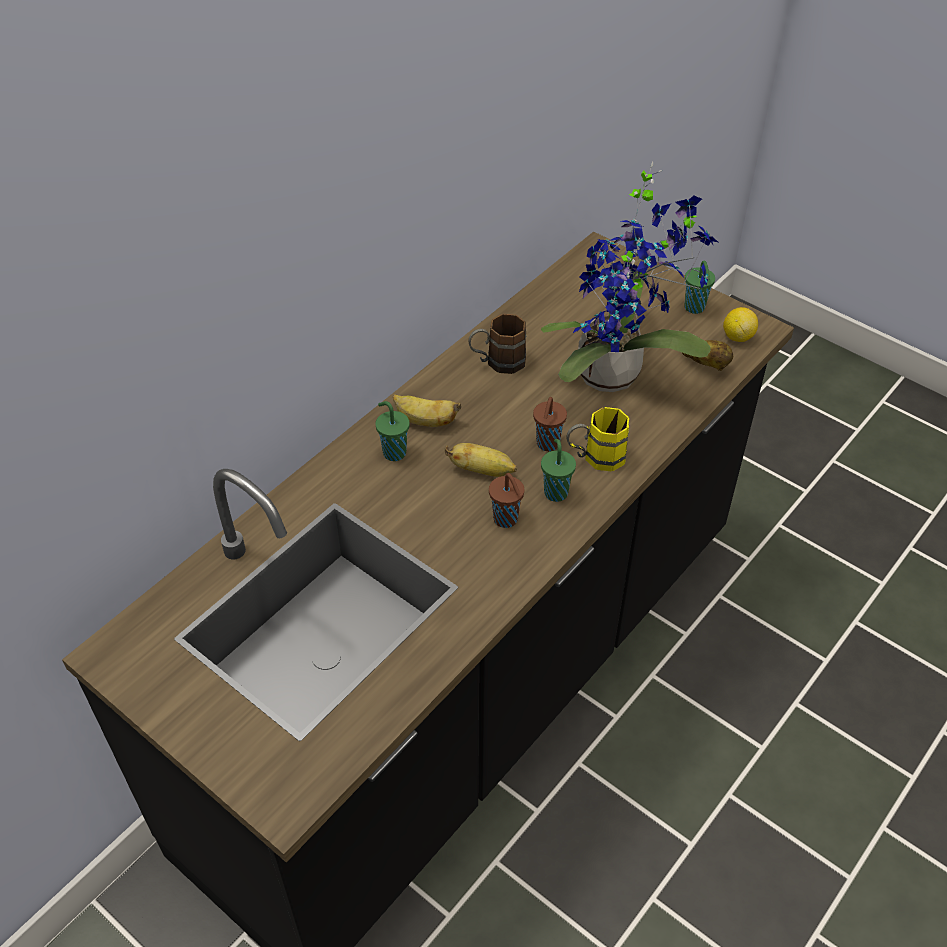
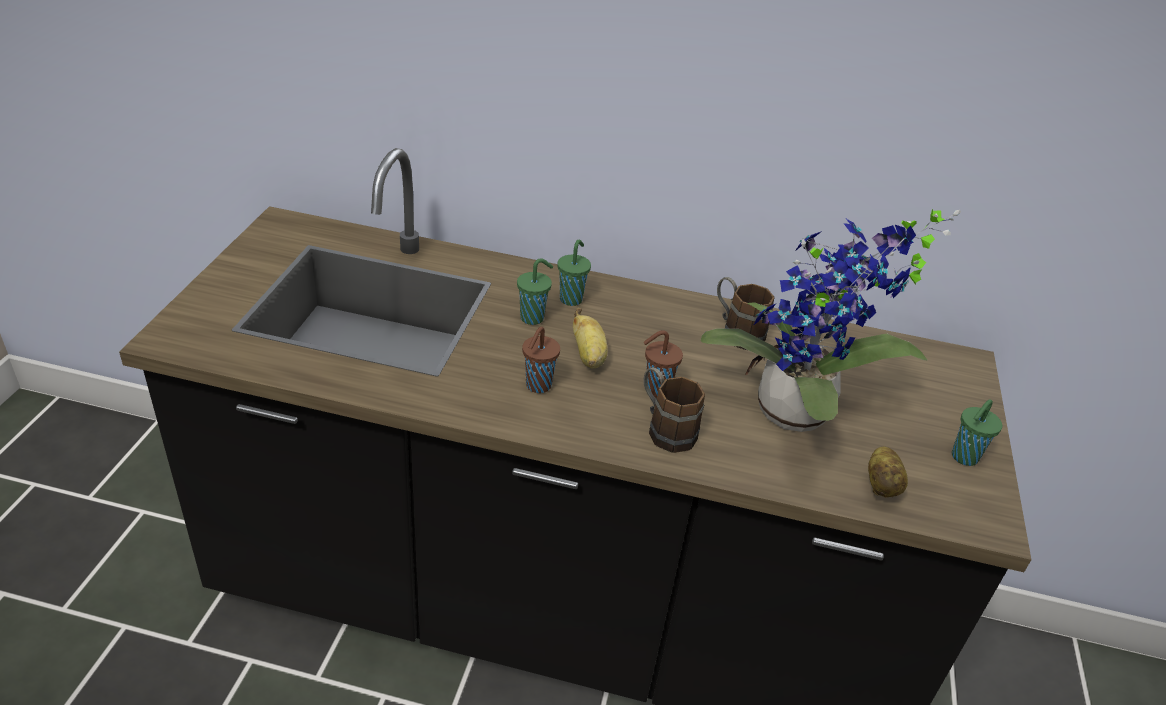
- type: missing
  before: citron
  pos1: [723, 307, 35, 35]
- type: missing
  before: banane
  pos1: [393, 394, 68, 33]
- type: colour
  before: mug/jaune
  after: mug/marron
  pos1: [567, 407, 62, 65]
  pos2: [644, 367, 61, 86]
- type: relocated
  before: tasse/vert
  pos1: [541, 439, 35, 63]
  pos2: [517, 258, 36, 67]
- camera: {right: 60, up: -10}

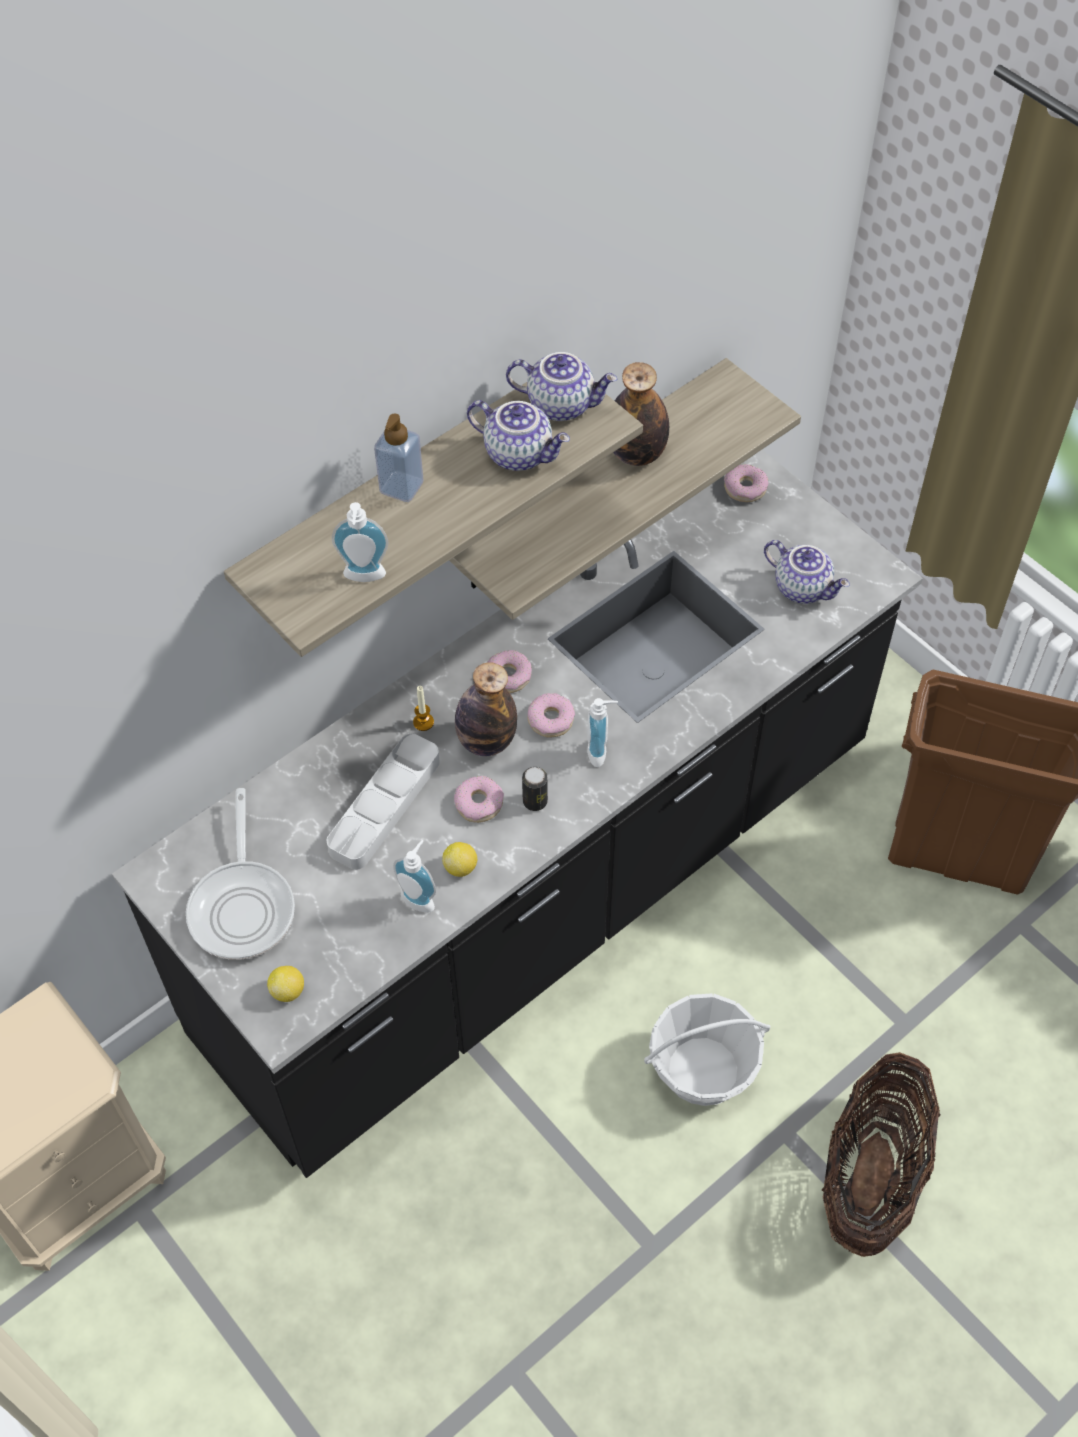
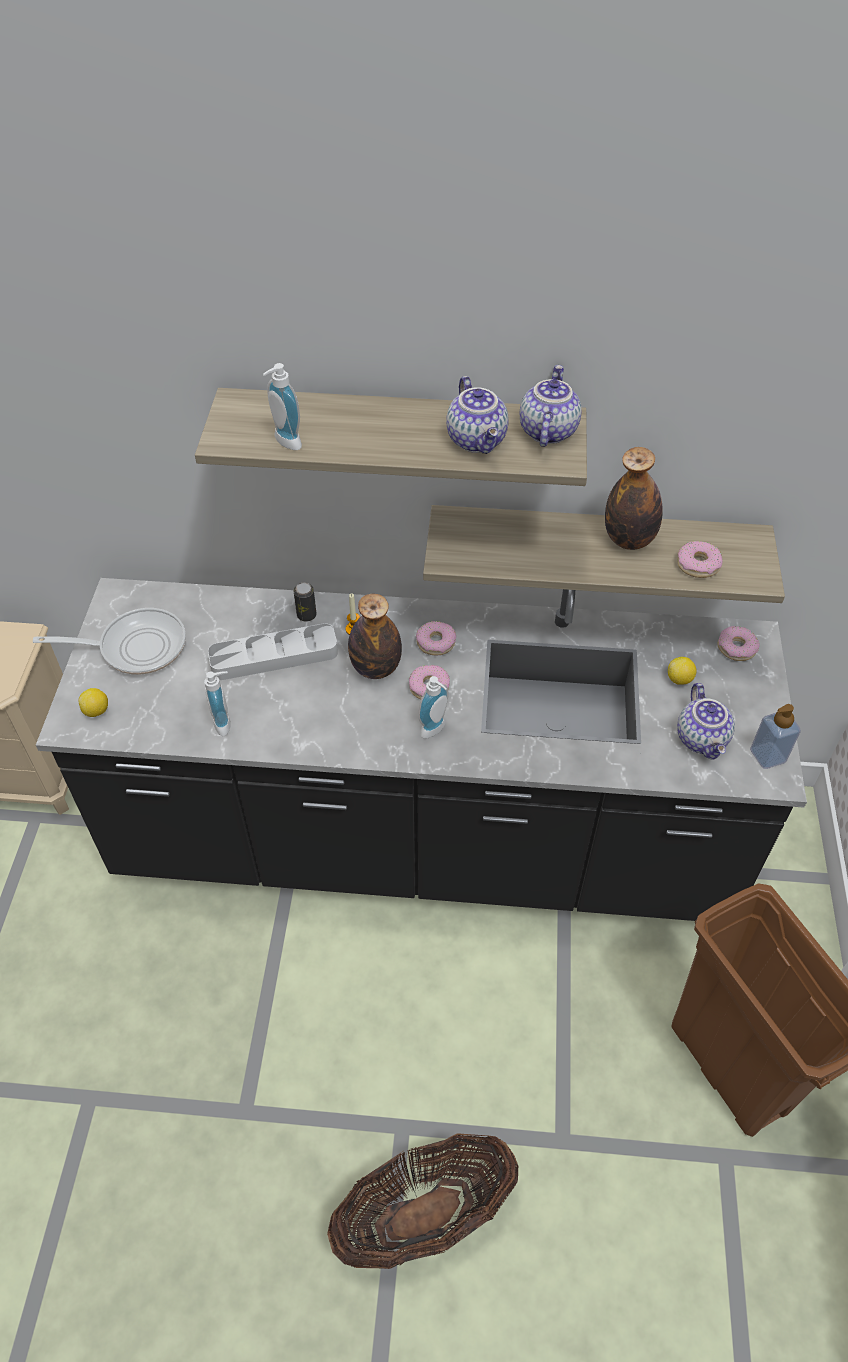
- type: spun
  before: théière
  pos1: [506, 352, 111, 69]
  pos2: [520, 365, 62, 82]
  turn: -135
- type: relocated
  before: distributeur de savon
  pos1: [374, 413, 49, 89]
  pos2: [750, 704, 51, 65]
- type: relocated
  before: boîte métallique
  pos1: [522, 767, 26, 44]
  pos2: [294, 583, 23, 39]
- type: relocated
  before: beignet
  pos1: [454, 776, 50, 47]
  pos2: [678, 541, 45, 37]
- type: spun
  before: poêle
  pos1: [186, 788, 109, 172]
  pos2: [33, 608, 153, 67]
  turn: -135
- type: relocated
  before: citron
  pos1: [442, 842, 35, 35]
  pos2: [668, 657, 28, 28]
- type: missing
  before: panier
  pos1: [644, 993, 127, 113]
- camera: {right: 45, up: -5}

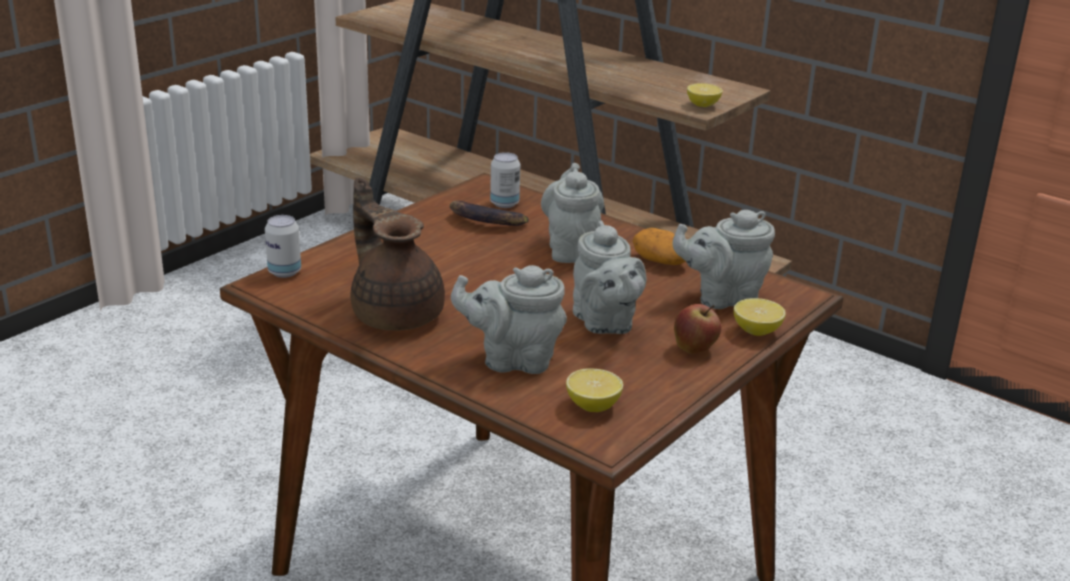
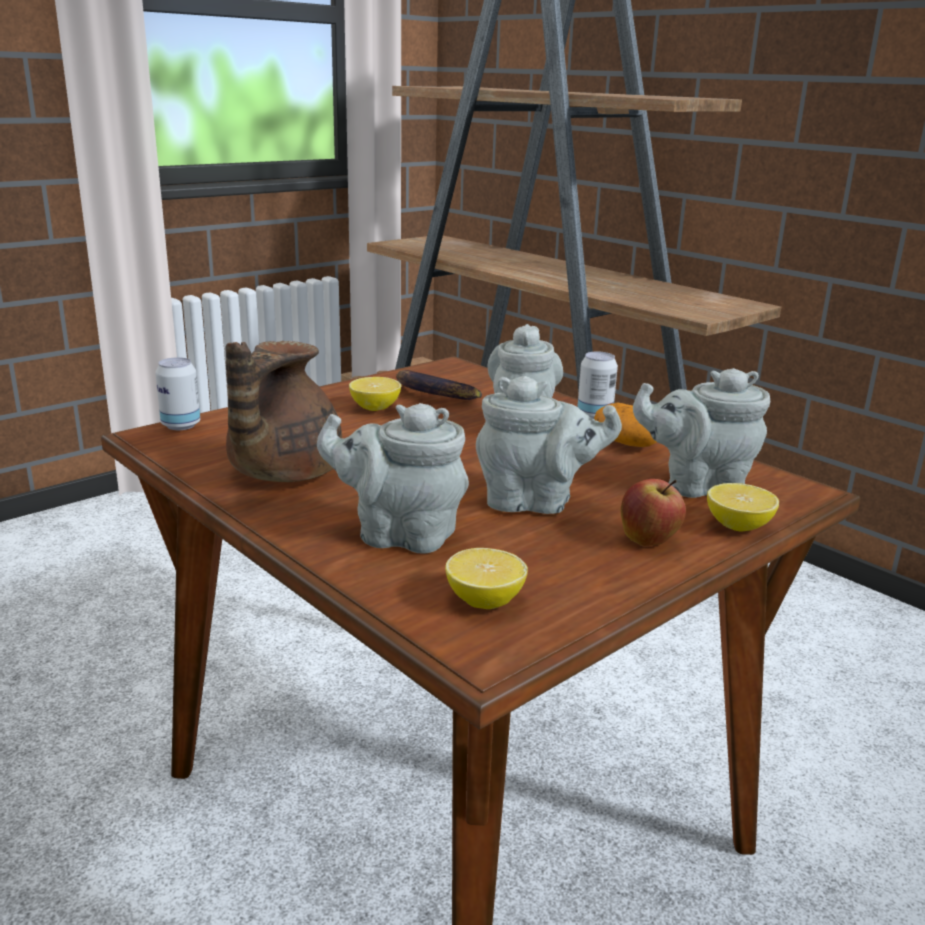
- type: relocated
  before: citron
  pos1: [687, 83, 36, 24]
  pos2: [349, 377, 52, 34]
- type: relocated
  before: boîte métallique
  pos1: [490, 152, 30, 56]
  pos2: [577, 352, 41, 68]
- type: spun
  before: théière/marron
  pos1: [350, 177, 95, 153]
  pos2: [225, 341, 117, 141]
  turn: -135
- type: spun
  before: théière/gris
  pos1: [573, 221, 73, 113]
  pos2: [476, 376, 146, 138]
  turn: -75
- camera: {right: 10, up: -5}

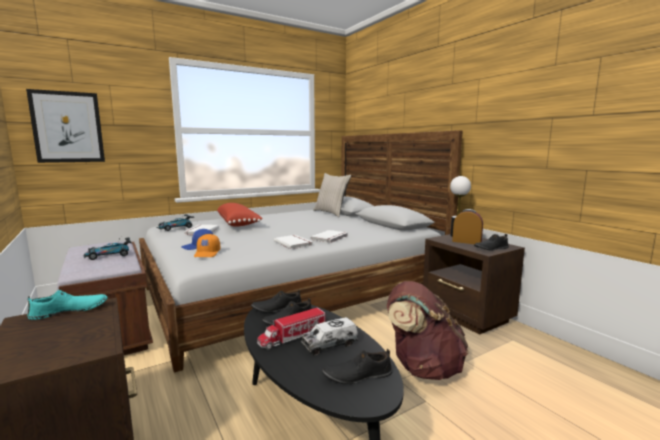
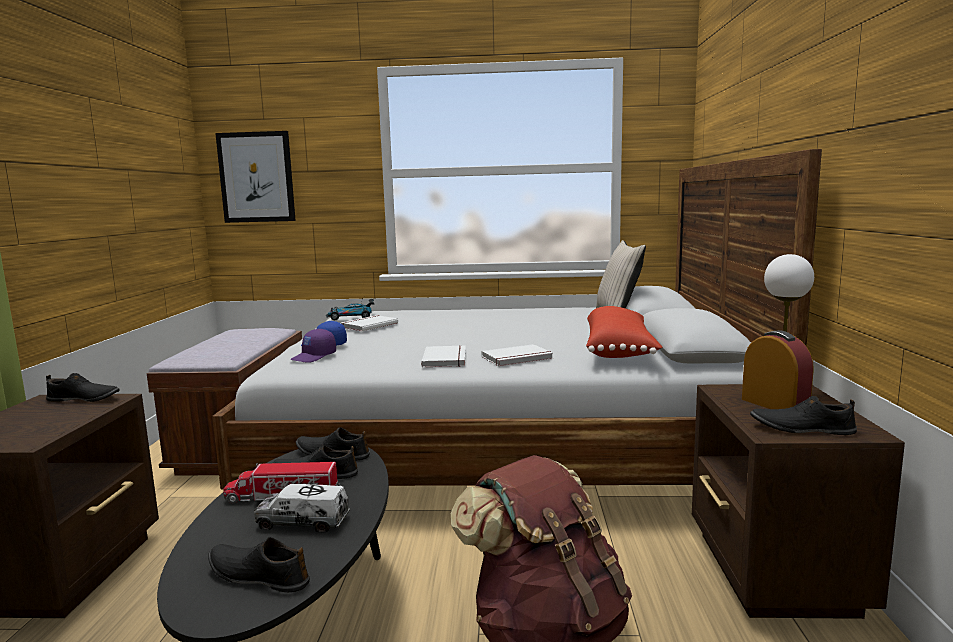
- type: relocated
  before: coussin/rouge
  pos1: [217, 203, 46, 24]
  pos2: [586, 306, 76, 52]
- type: colour
  before: casquette/orange
  after: casquette/violet
  pos1: [194, 234, 26, 23]
  pos2: [290, 329, 46, 34]
- type: missing
  before: petite voiture
  pos1: [83, 236, 49, 24]
- type: colour
  before: chaussure/turquoise
  after: chaussure/noir
  pos1: [27, 290, 80, 30]
  pos2: [46, 373, 74, 29]
- camera: {right: 35, up: 0}

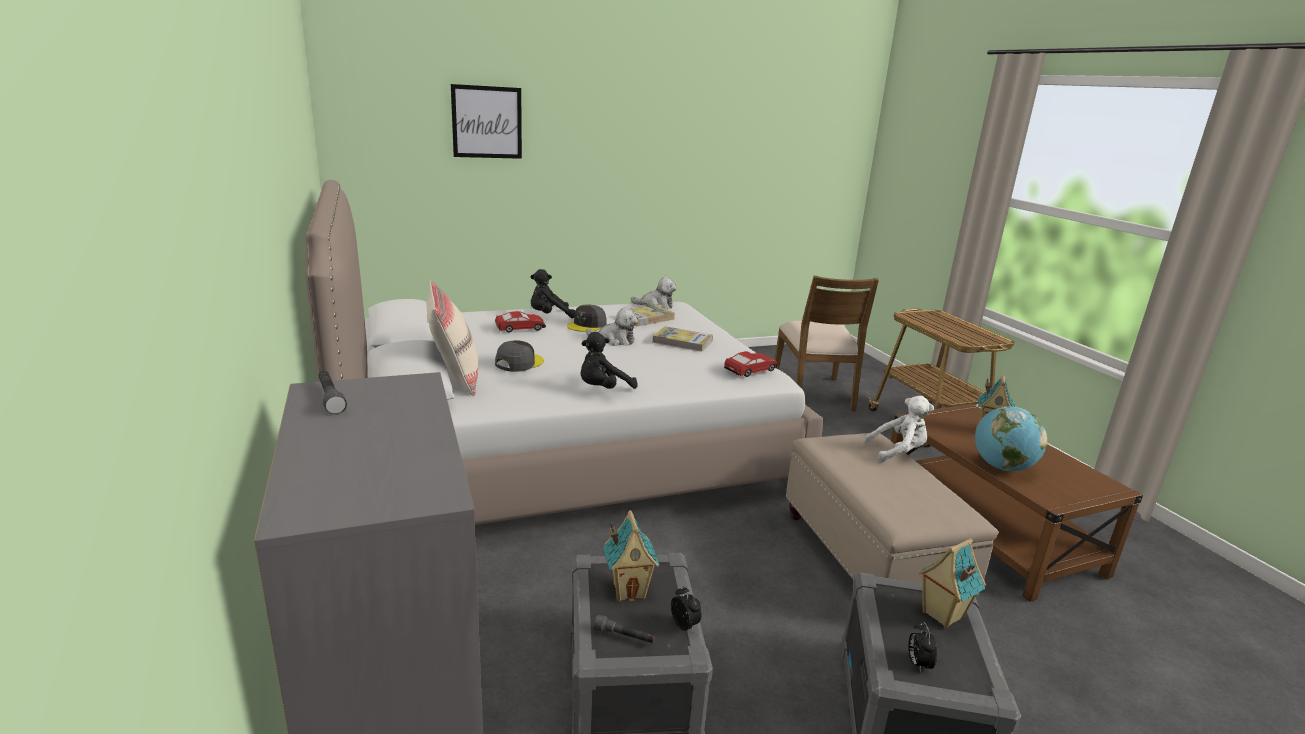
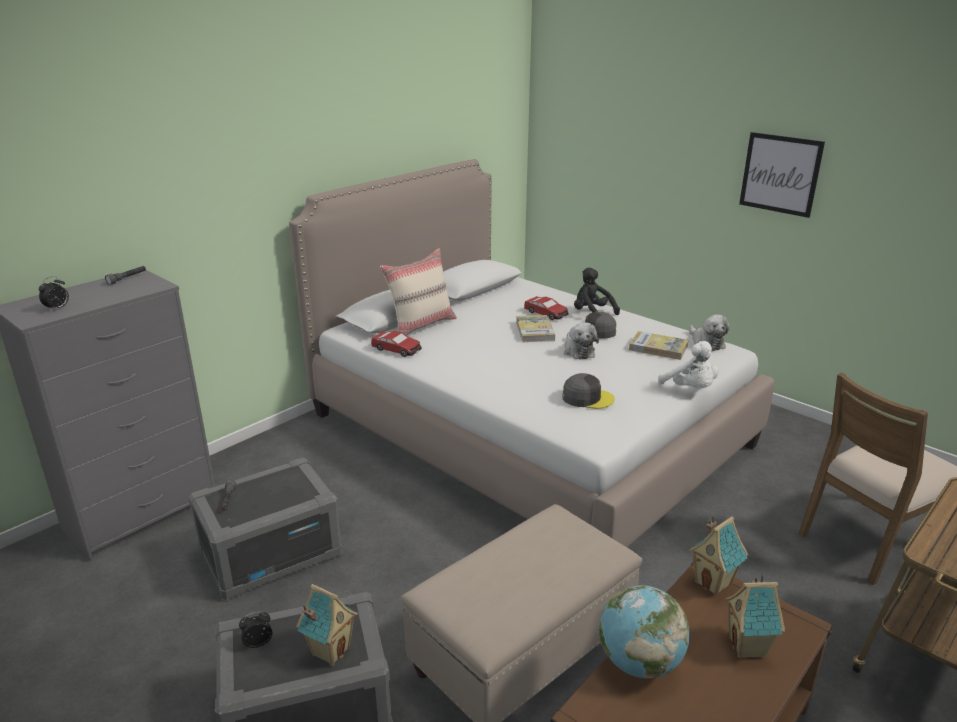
- type: relocated
  before: tableau
  pos1: [451, 84, 71, 75]
  pos2: [739, 132, 86, 86]
- type: relocated
  before: livre
  pos1: [652, 326, 61, 26]
  pos2: [516, 315, 39, 27]
- type: missing
  before: peluche/noir
  pos1: [581, 332, 57, 57]
- type: relocated
  before: casquette/gris
  pos1: [495, 340, 49, 32]
  pos2: [563, 373, 52, 36]
- type: relocated
  before: petite voiture
  pos1: [724, 351, 54, 26]
  pos2: [371, 331, 51, 26]
- type: relocated
  before: peluche/blanc
  pos1: [864, 396, 70, 67]
  pos2: [658, 341, 61, 47]
- type: relocated
  before: maison miniature
  pos1: [603, 510, 57, 92]
  pos2: [689, 516, 59, 79]
- type: relocated
  before: réveil
  pos1: [671, 585, 30, 47]
  pos2: [39, 276, 30, 36]
- camera: {right: 65, up: 5}

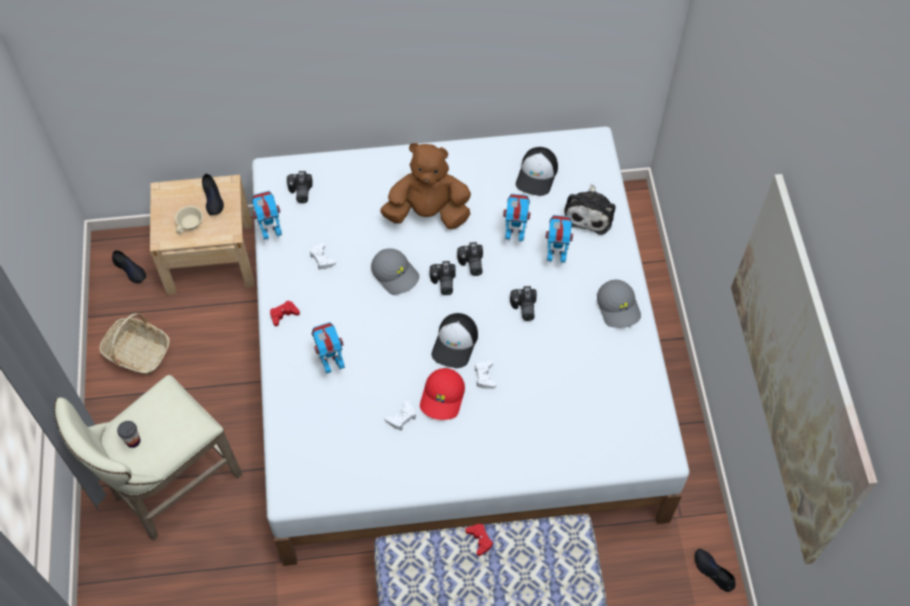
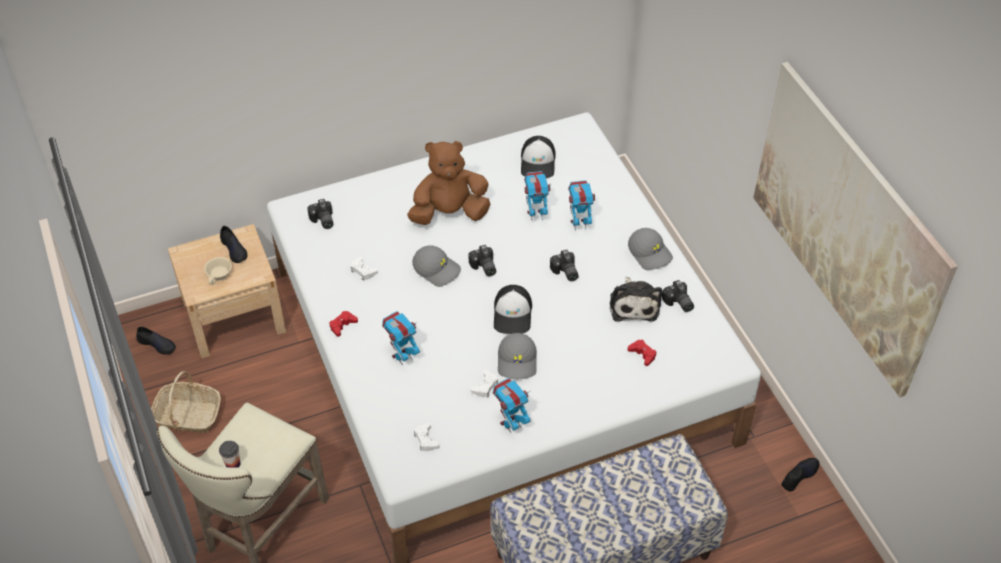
- type: relocated
  before: peluche
  pos1: [564, 184, 52, 51]
  pos2: [610, 277, 52, 45]
- type: relocated
  before: robot jouet
  pos1: [252, 191, 30, 50]
  pos2: [493, 378, 38, 55]
- type: relocated
  before: appareil photo
  pos1: [457, 242, 26, 34]
  pos2: [662, 280, 32, 32]
- type: relocated
  before: manette/blanc
  pos1: [475, 360, 21, 28]
  pos2: [414, 423, 26, 28]
- type: colour
  before: casquette/rouge
  after: casquette/gris
  pos1: [420, 368, 45, 52]
  pos2: [498, 333, 39, 46]
- type: relocated
  before: manette/rouge
  pos1: [465, 524, 28, 32]
  pos2: [628, 340, 28, 26]
- type: spun
  before: chaussure/noir
  pos1: [694, 549, 42, 43]
  pos2: [781, 458, 39, 33]
  turn: 105
- camera: {right: -15, up: -10}

